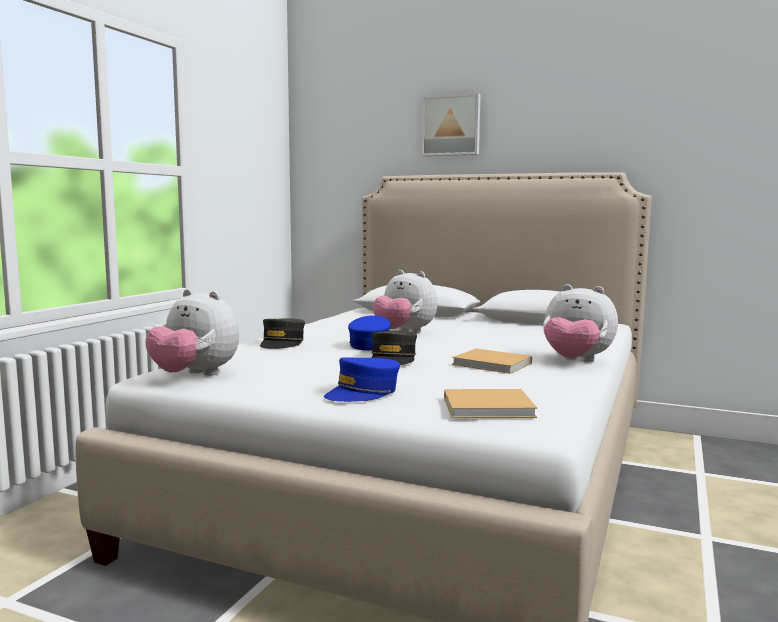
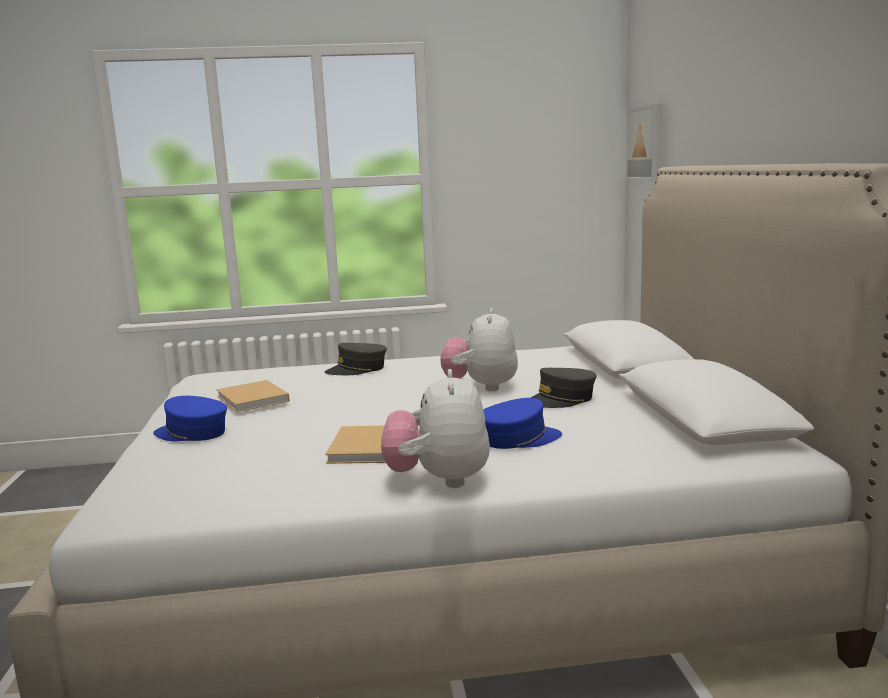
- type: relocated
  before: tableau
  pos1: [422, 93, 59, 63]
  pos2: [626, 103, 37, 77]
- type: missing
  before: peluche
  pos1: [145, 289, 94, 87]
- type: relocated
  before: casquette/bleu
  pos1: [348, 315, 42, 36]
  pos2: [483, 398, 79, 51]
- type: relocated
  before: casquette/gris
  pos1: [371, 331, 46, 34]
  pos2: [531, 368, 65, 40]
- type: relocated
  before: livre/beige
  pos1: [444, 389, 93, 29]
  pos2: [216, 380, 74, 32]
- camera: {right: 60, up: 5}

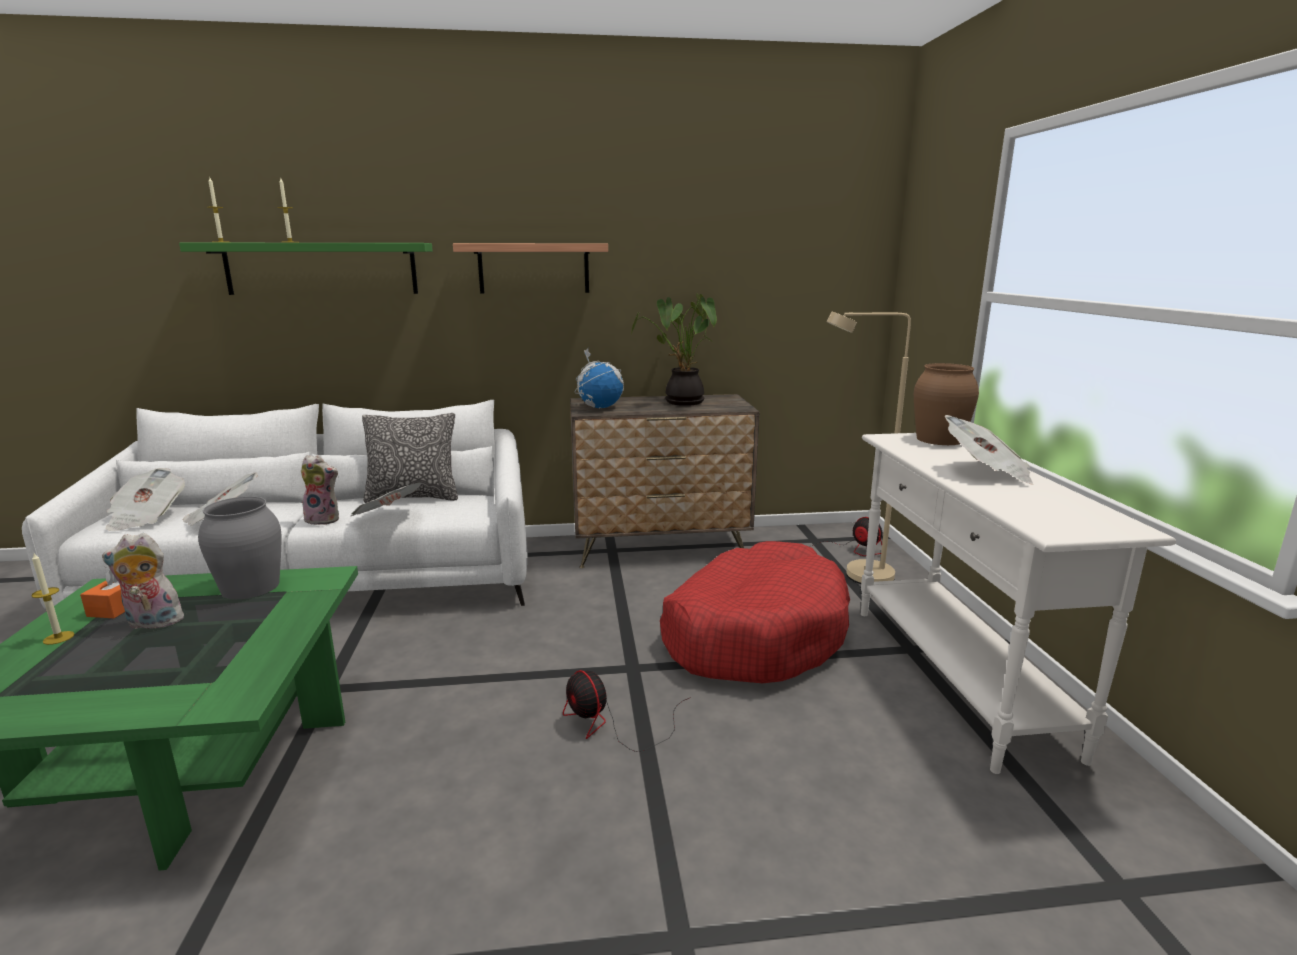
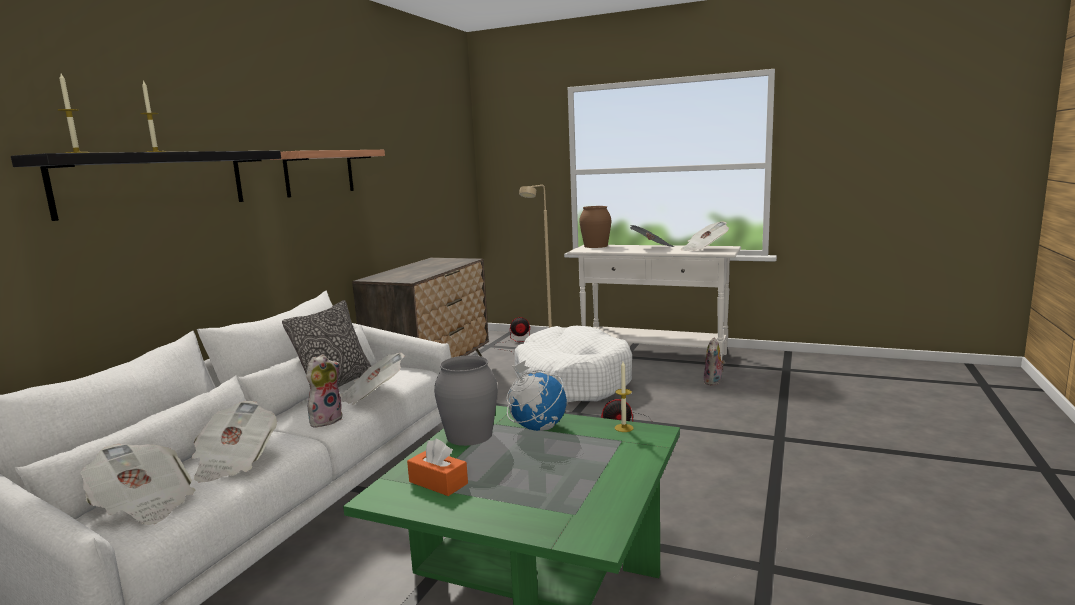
- type: colour
  before: étagère/vert
  after: étagère/noir
  pos1: [179, 243, 254, 52]
  pos2: [11, 151, 270, 70]
- type: missing
  before: plante en pot
  pos1: [631, 293, 86, 113]
- type: relocated
  before: globe
  pos1: [574, 348, 50, 61]
  pos2: [507, 360, 60, 71]
- type: relocated
  before: peluche
  pos1: [102, 533, 82, 96]
  pos2: [704, 338, 21, 48]
- type: colour
  before: panier pour chien/rouge
  after: panier pour chien/blanc
  pos1: [660, 541, 190, 142]
  pos2: [515, 326, 117, 76]
- type: relocated
  before: bougie
  pos1: [31, 553, 43, 92]
  pos2: [615, 362, 19, 70]
- type: appeared
  after: journal
  pos2: [681, 221, 48, 30]
- camera: {right: -60, up: -5}

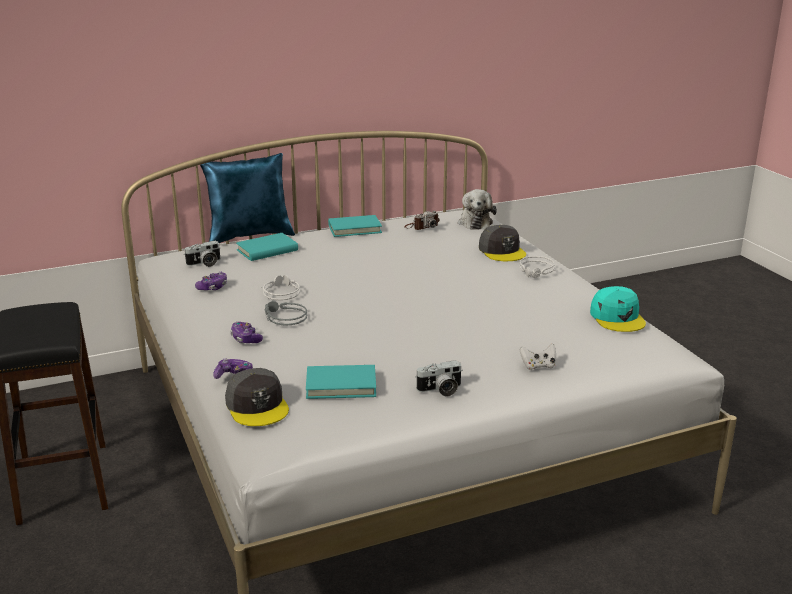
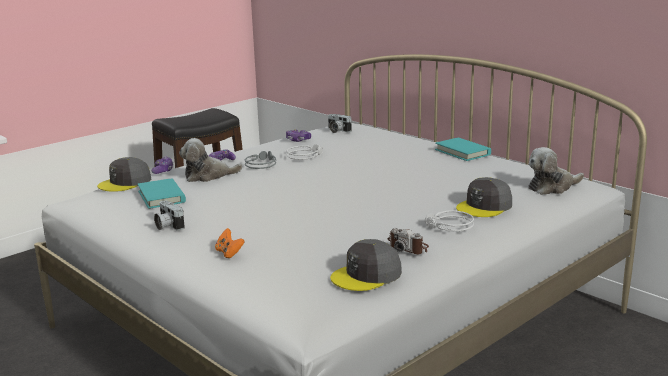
- type: missing
  before: coussin/bleu
  pos1: [200, 153, 95, 90]
- type: relocated
  before: appareil photo
  pos1: [404, 211, 36, 19]
  pos2: [387, 228, 42, 26]
- type: missing
  before: livre/turquoise
  pos1: [236, 233, 62, 28]
- type: colour
  before: casquette/turquoise
  after: casquette/gris
  pos1: [590, 286, 56, 46]
  pos2: [330, 239, 72, 52]
- type: colour
  before: manette/blanc
  after: manette/orange
  pos1: [520, 343, 36, 27]
  pos2: [215, 228, 30, 30]
- type: appeared
  after: peluche
  pos2: [179, 138, 63, 44]
- camera: {right: 70, up: -5}

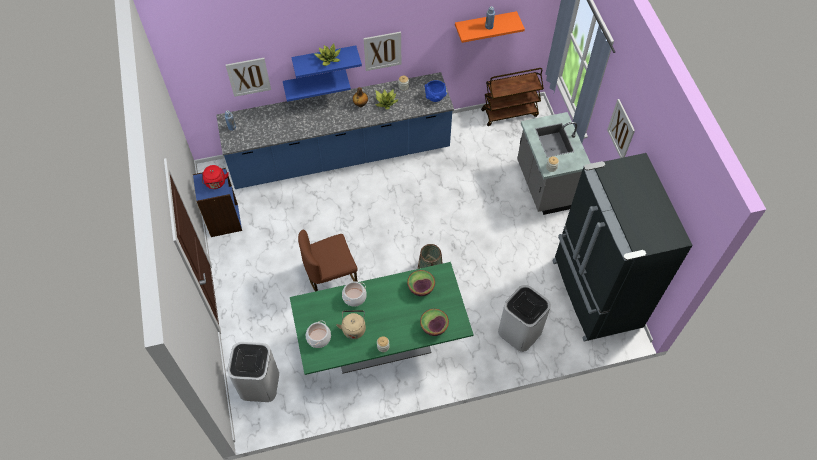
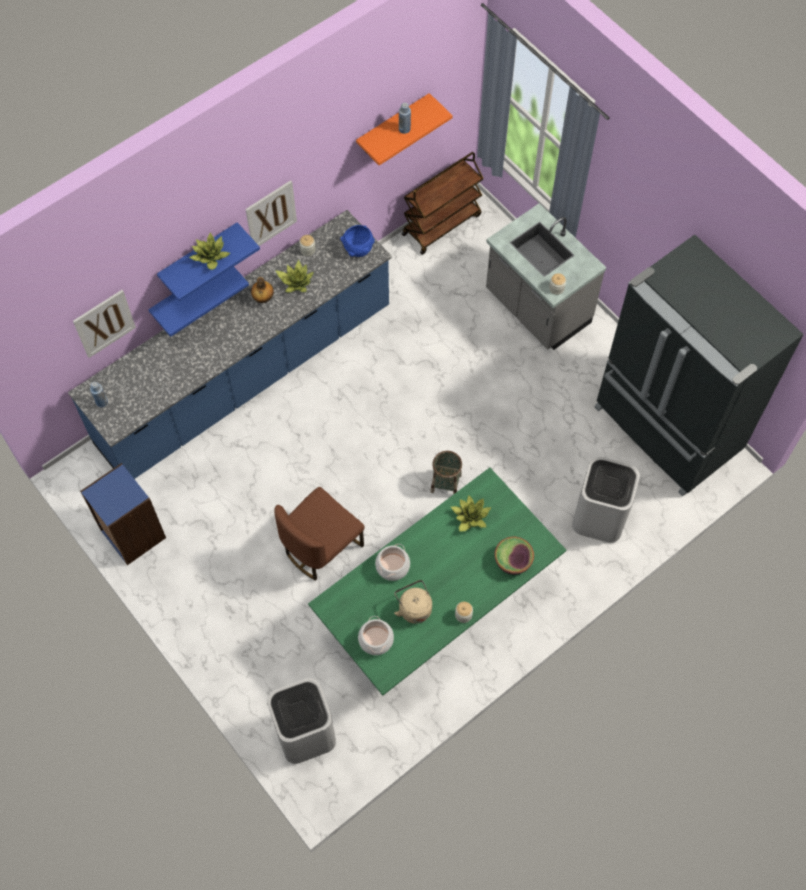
- type: missing
  before: tableau
  pos1: [607, 99, 28, 59]
- type: missing
  before: bouilloire/rouge
  pos1: [202, 165, 27, 24]
- type: exchanged
  before: bol
  after: plante en pot
  pos1: [407, 270, 28, 26]
  pos2: [451, 495, 40, 37]
- camera: {right: -25, up: 5}

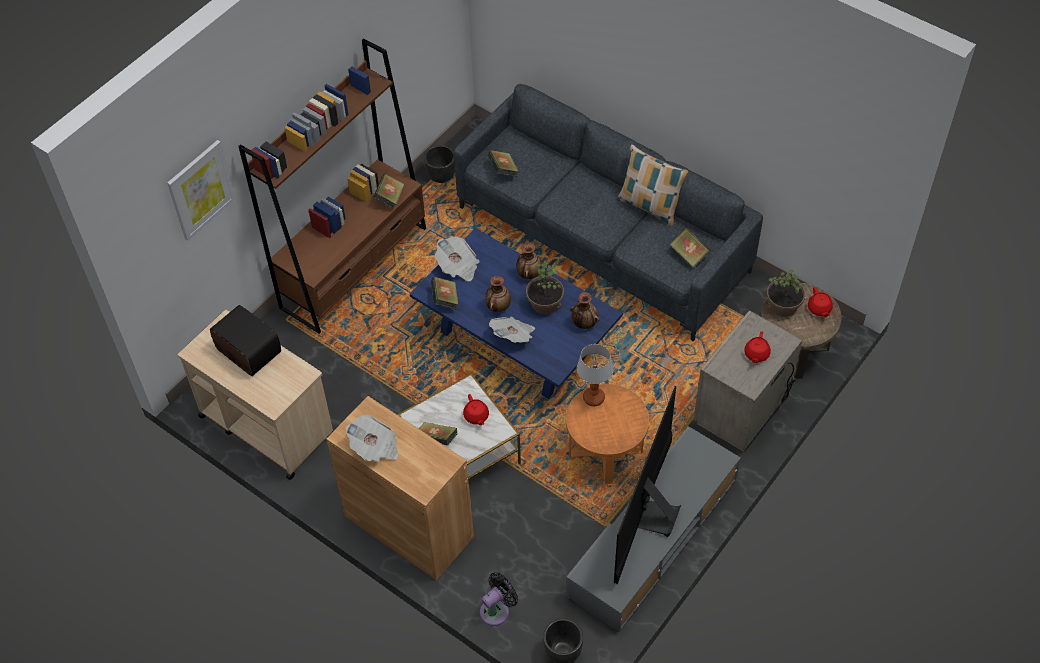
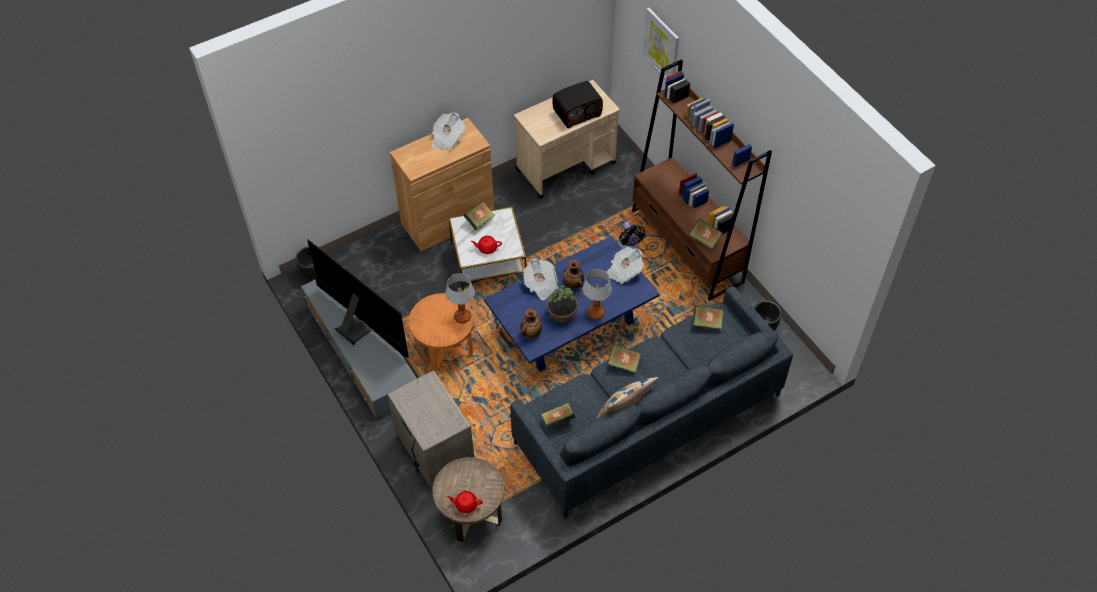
- type: exchanged
  before: vase
  after: lampe de table
  pos1: [517, 243, 25, 36]
  pos2: [583, 269, 29, 51]
- type: missing
  before: plante en pot
  pos1: [765, 269, 41, 48]
- type: relocated
  before: livre
  pos1: [431, 277, 28, 32]
  pos2: [607, 344, 34, 28]
- type: missing
  before: théière/rouge
  pos1: [744, 331, 27, 32]
- type: relocated
  before: ventilateur/noir
  pos1: [480, 572, 38, 54]
  pos2: [618, 221, 27, 28]
- camera: {right: 110, up: 0}

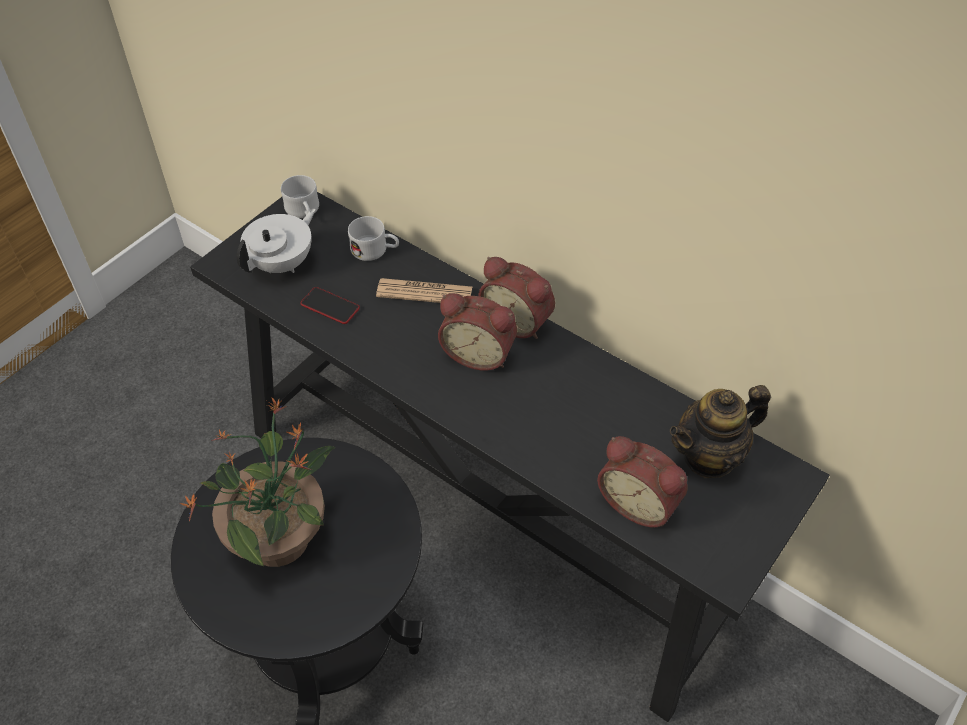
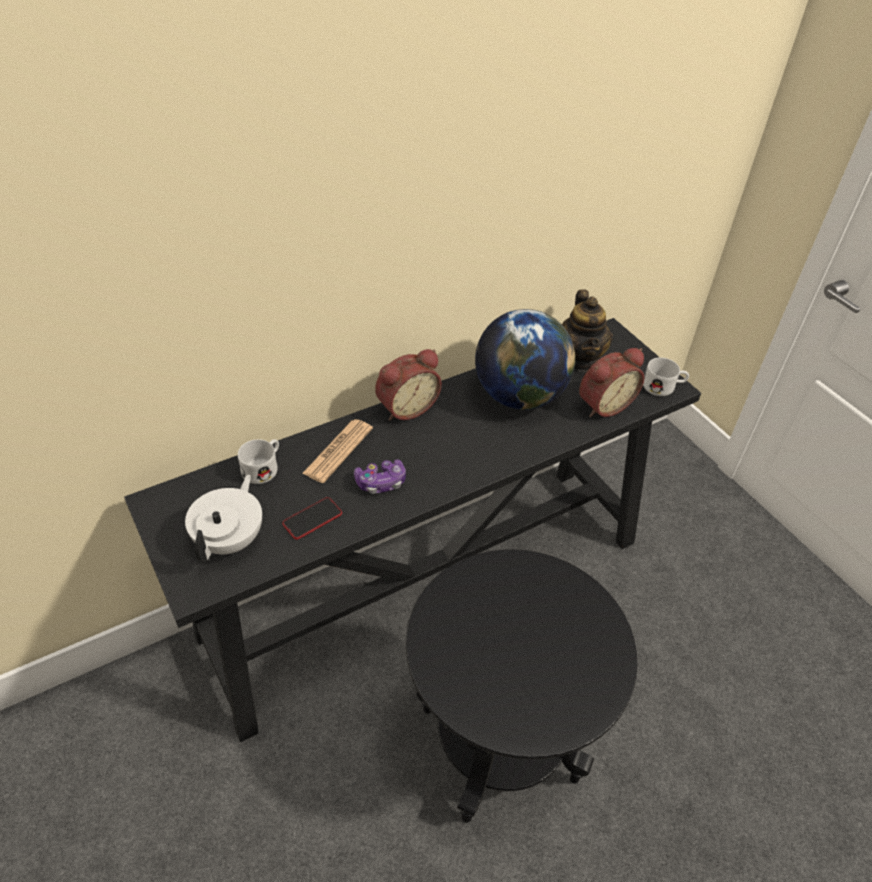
- type: relocated
  before: mug/blanc
  pos1: [281, 175, 38, 43]
  pos2: [643, 357, 46, 39]
- type: spun
  before: théière/blanc
  pos1: [237, 209, 79, 64]
  pos2: [185, 474, 77, 88]
  turn: 45
- type: missing
  before: réveil
  pos1: [438, 293, 79, 78]
- type: missing
  before: plante en pot
  pos1: [180, 397, 156, 170]
- type: appeared
  after: globe
  pos2: [475, 309, 100, 101]
- type: appeared
  after: manette
  pos2: [354, 459, 52, 35]
- camera: {right: -70, up: -5}

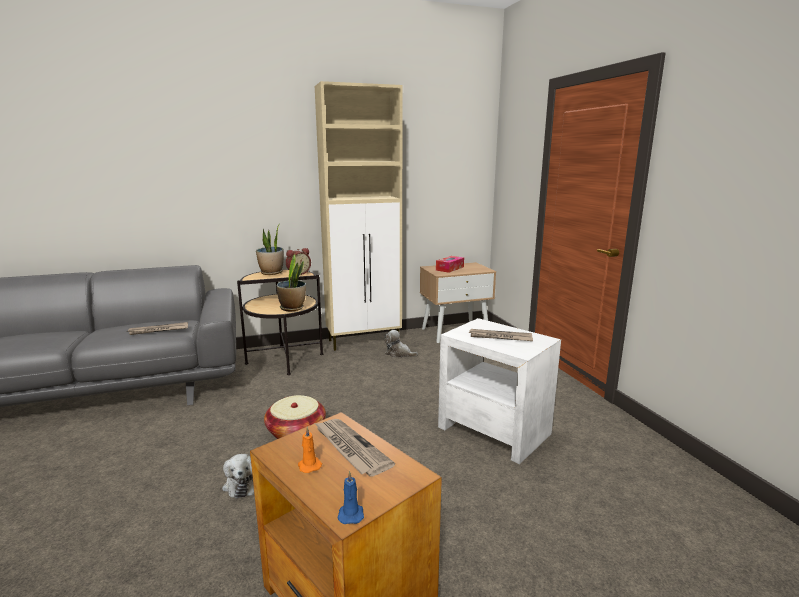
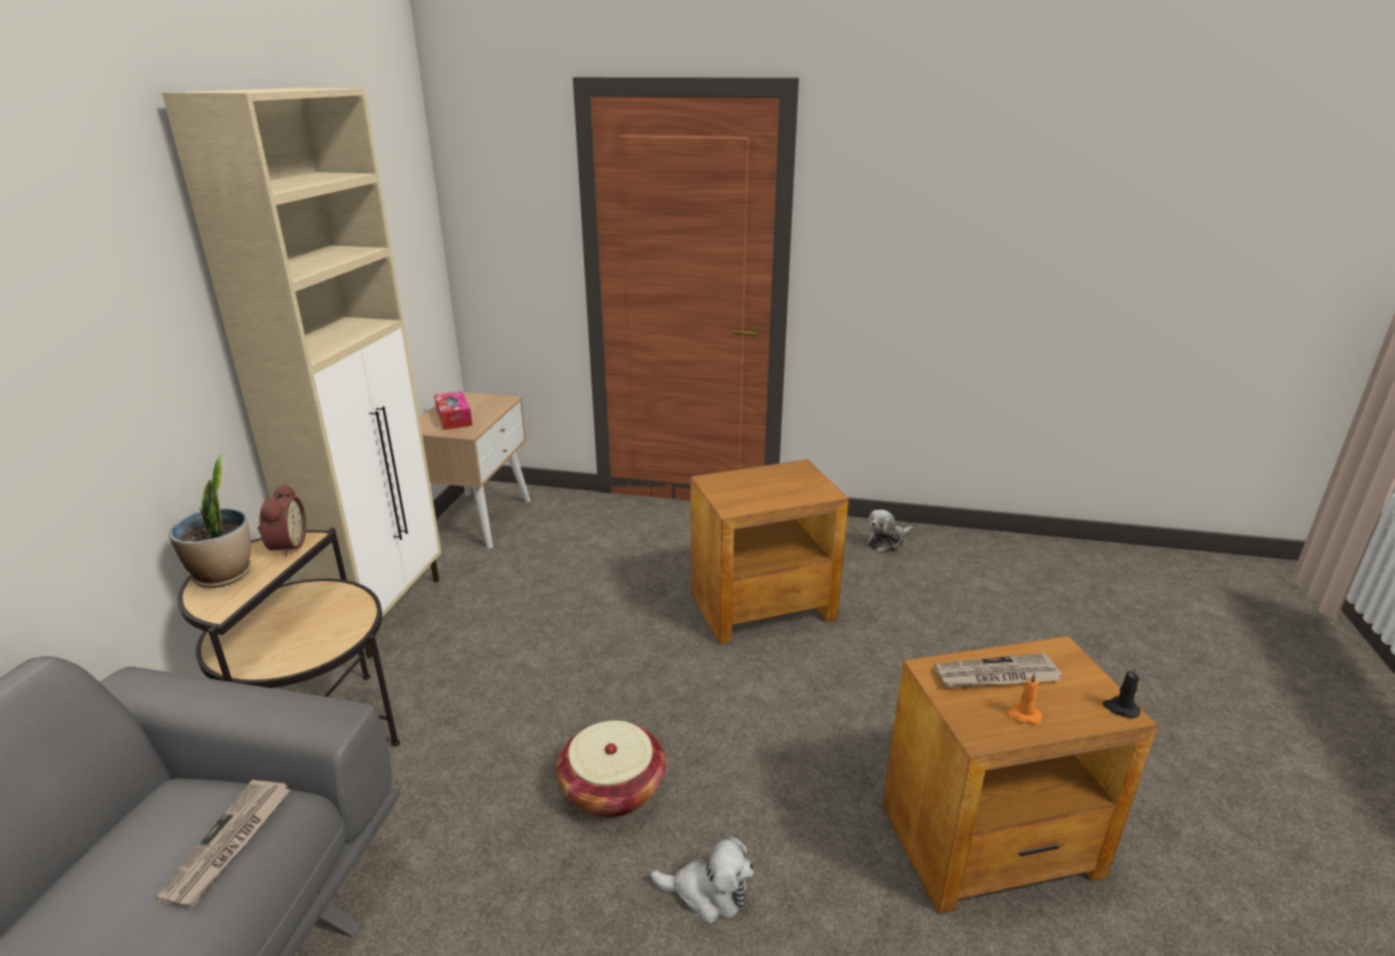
- type: missing
  before: plante en pot
  pos1: [277, 254, 29, 57]
- type: colour
  before: table d'appoint/blanc
  after: table d'appoint/marron
  pos1: [438, 318, 123, 146]
  pos2: [691, 459, 158, 186]
- type: missing
  before: journal
  pos1: [468, 329, 65, 12]
- type: relocated
  before: peluche
  pos1: [384, 330, 34, 27]
  pos2: [868, 510, 45, 43]
- type: colour
  before: bougie/bleu
  after: bougie/noir
  pos1: [337, 471, 27, 53]
  pos2: [1103, 666, 38, 52]
- camera: {right: -60, up: 10}

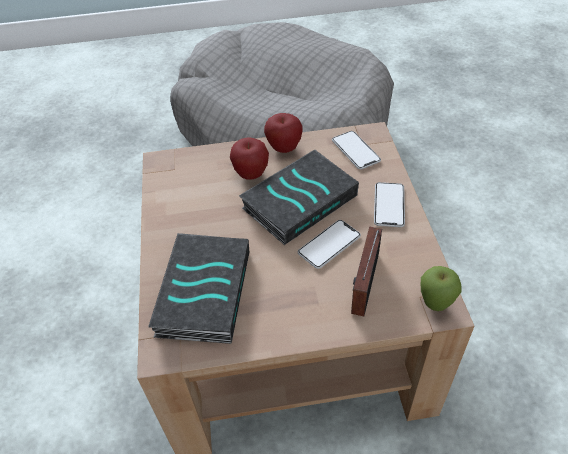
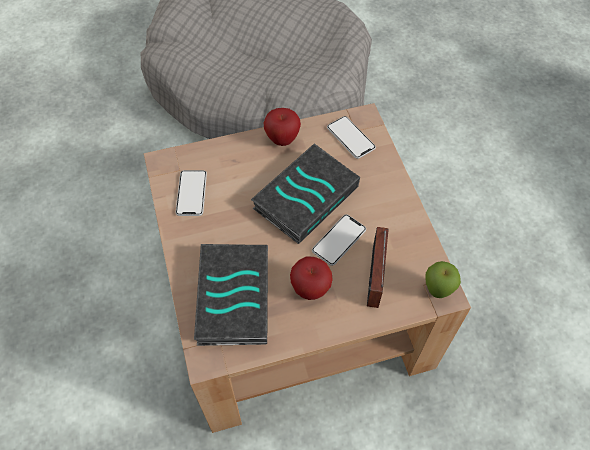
- type: relocated
  before: pomme
  pos1: [230, 137, 39, 43]
  pos2: [290, 257, 43, 43]
- type: relocated
  before: téléphone
  pos1: [374, 182, 31, 45]
  pos2: [176, 170, 31, 46]
- camera: {right: -10, up: 10}

